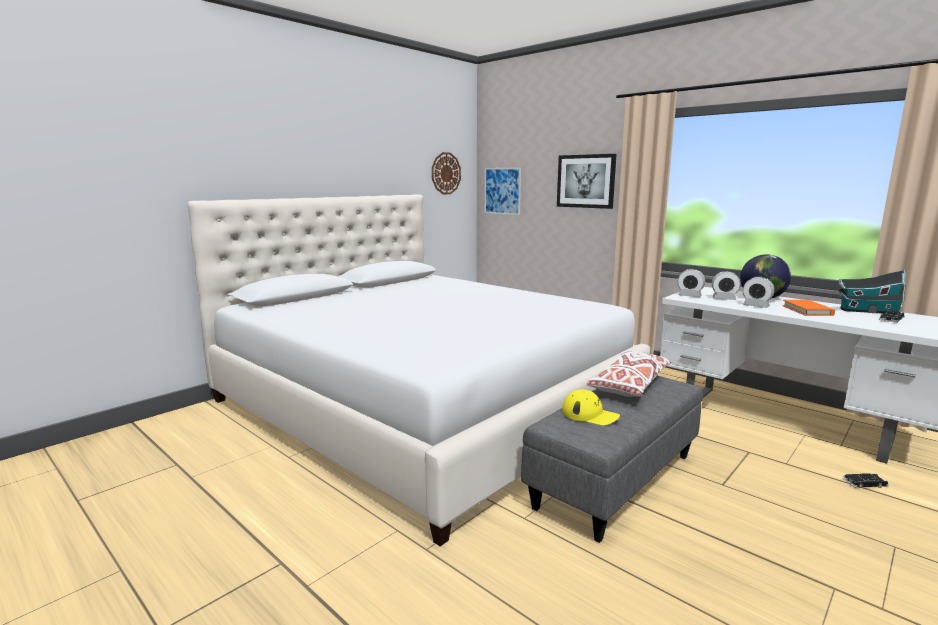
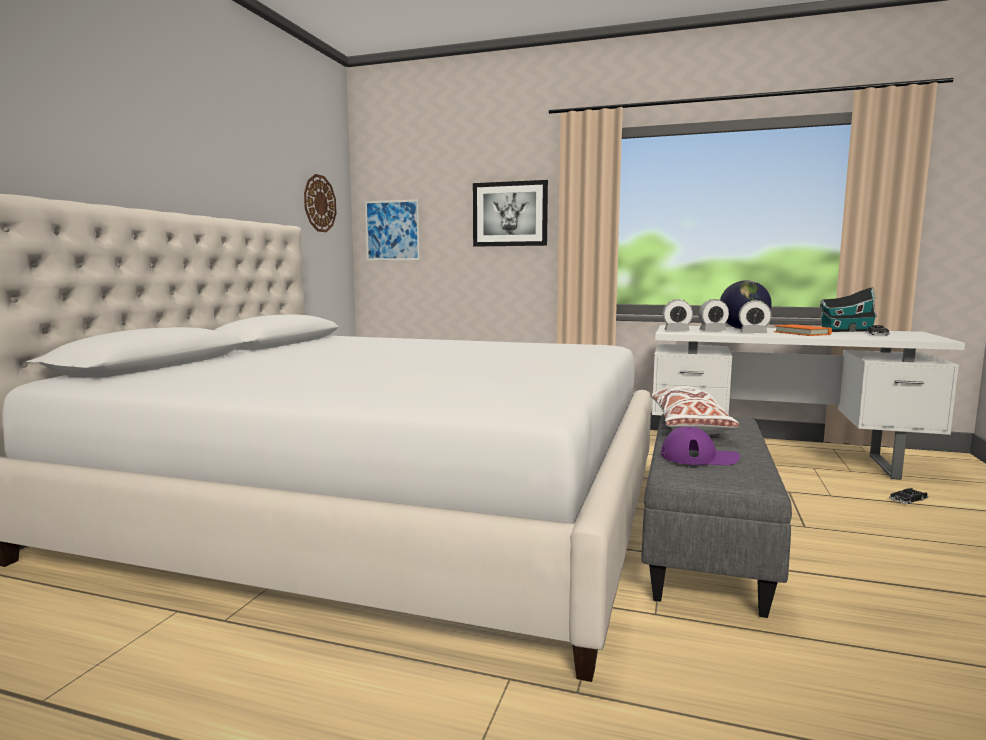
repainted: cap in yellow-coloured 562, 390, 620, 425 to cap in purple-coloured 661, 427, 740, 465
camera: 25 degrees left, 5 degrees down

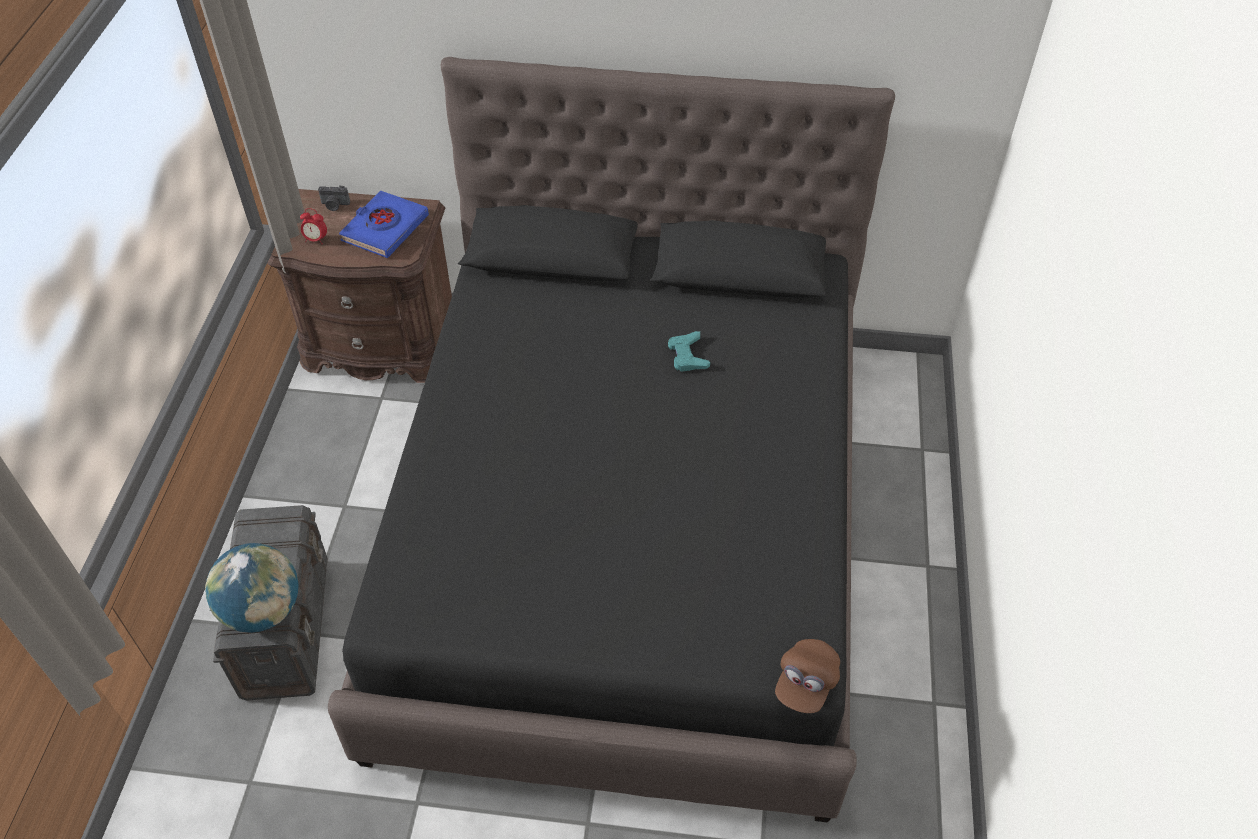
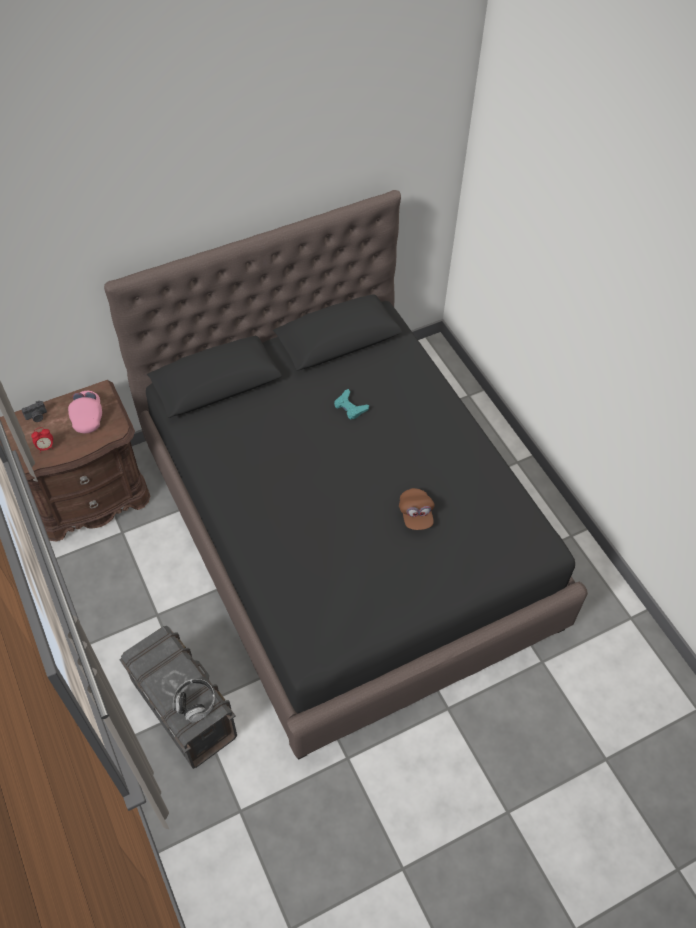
shifted: cap in brownish 775, 639, 840, 713 to 399, 488, 434, 530
swapped: volume in blue-coloured 339, 190, 429, 258 to cap in pink-coloured 68, 391, 102, 433; globe 205, 543, 299, 633 to headset 173, 679, 215, 723
camera: 35 degrees left, 5 degrees up

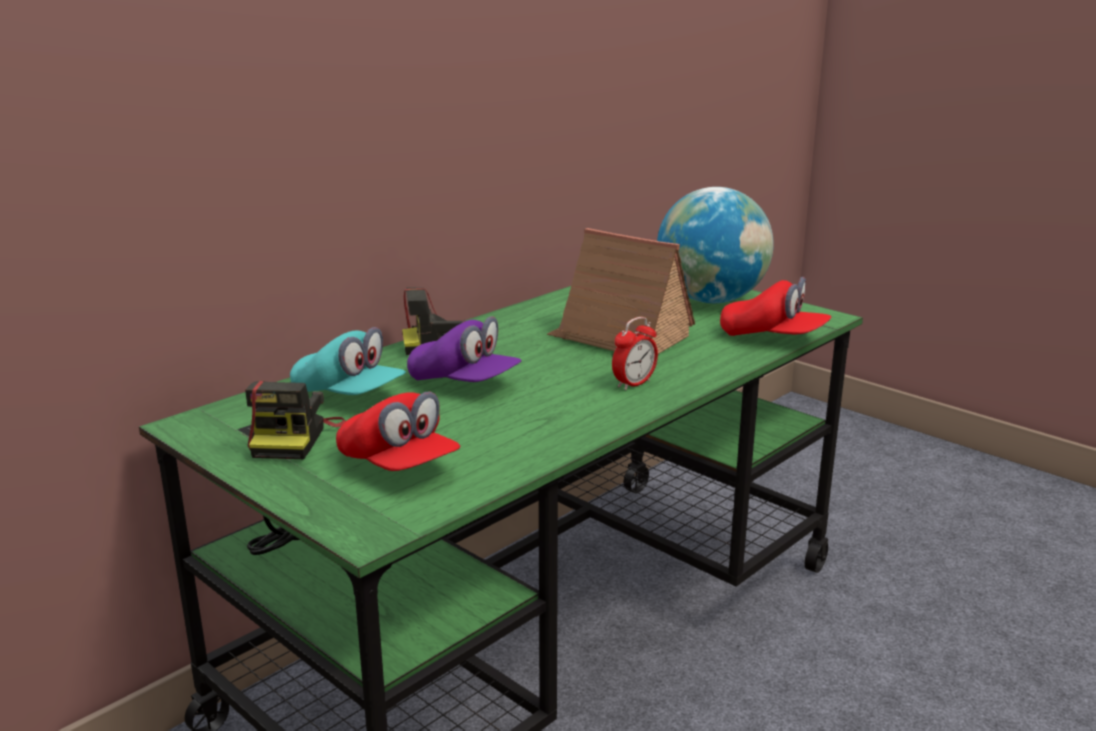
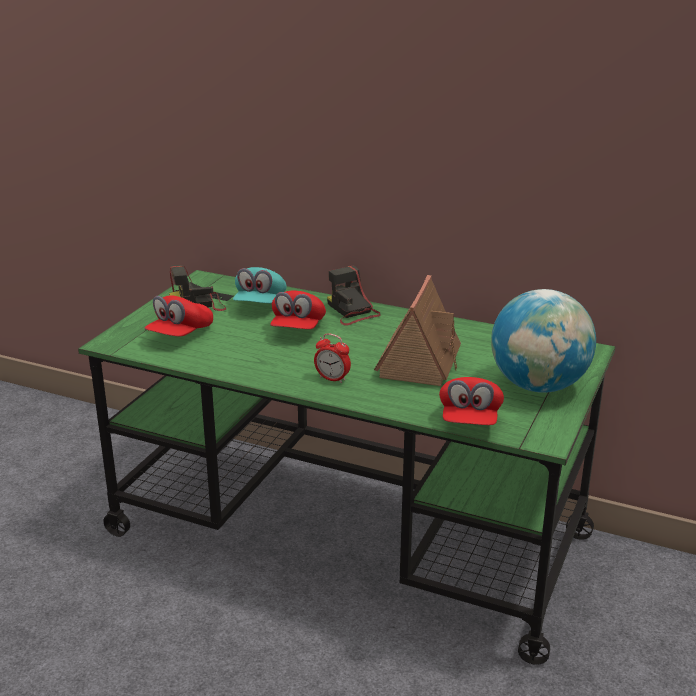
repainted: cap in purple-coloured 407, 316, 522, 382 to cap in reddish 270, 291, 326, 329
camera: 70 degrees right, 5 degrees up

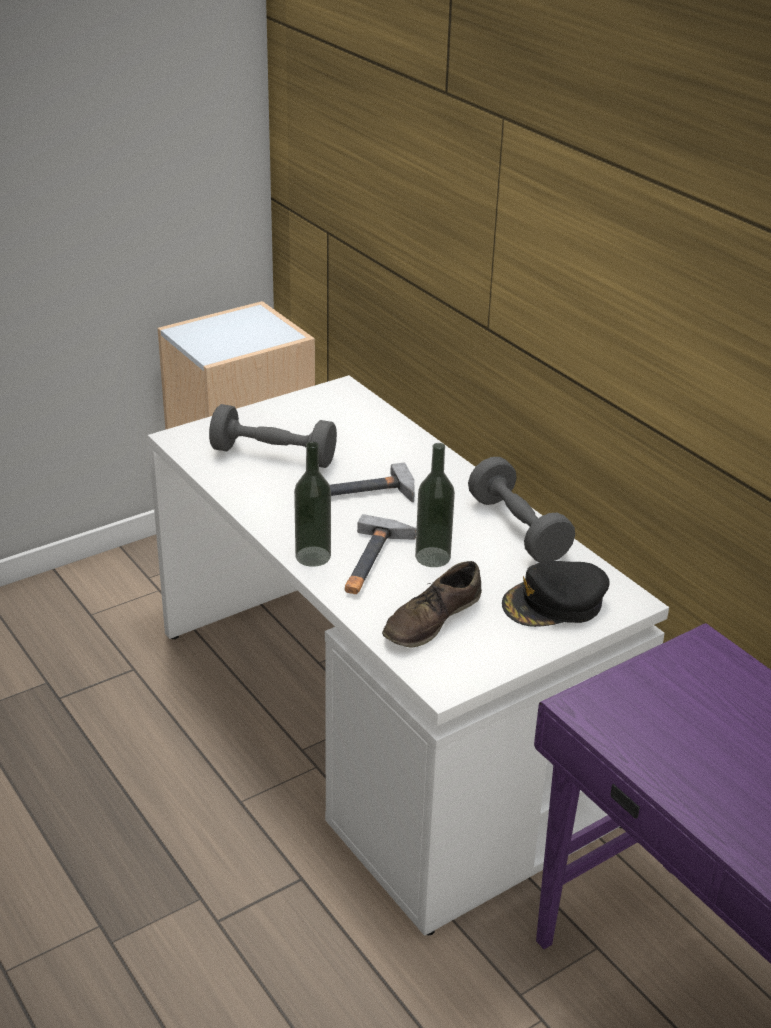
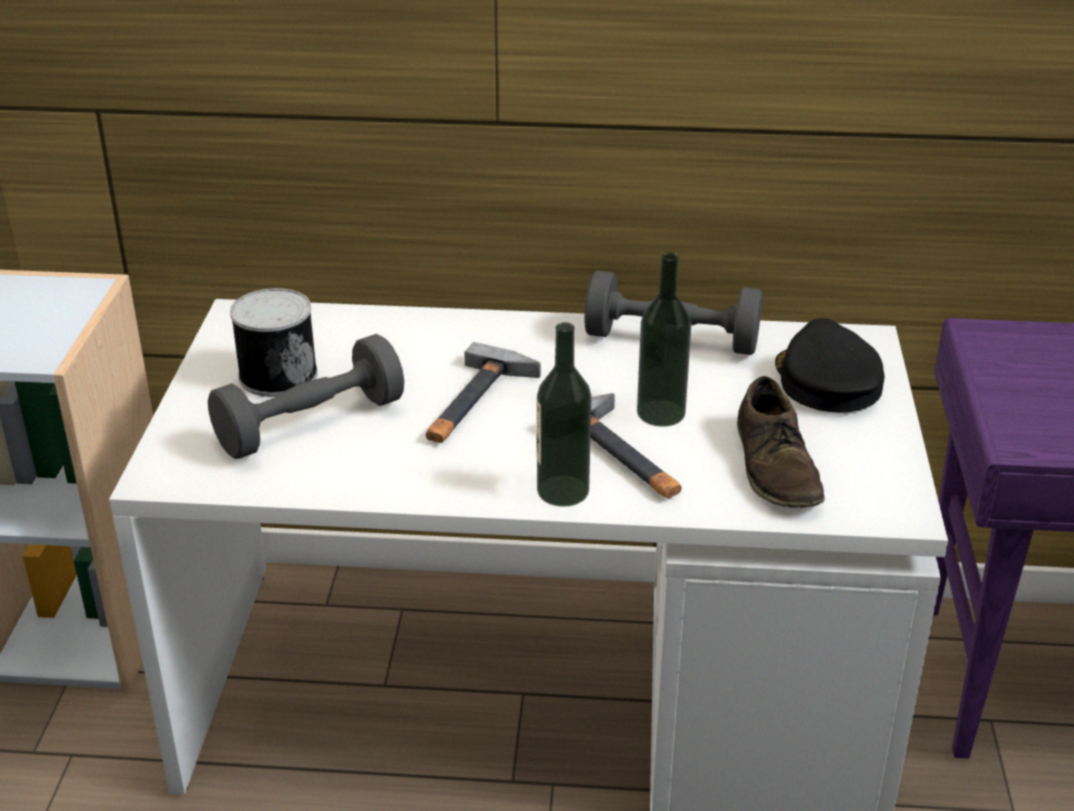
new: metal can 230, 288, 318, 397
rotated: cap in black-coloured 502, 561, 610, 627 = 775, 318, 885, 412 150 degrees clockwise
camera: 50 degrees left, 0 degrees up

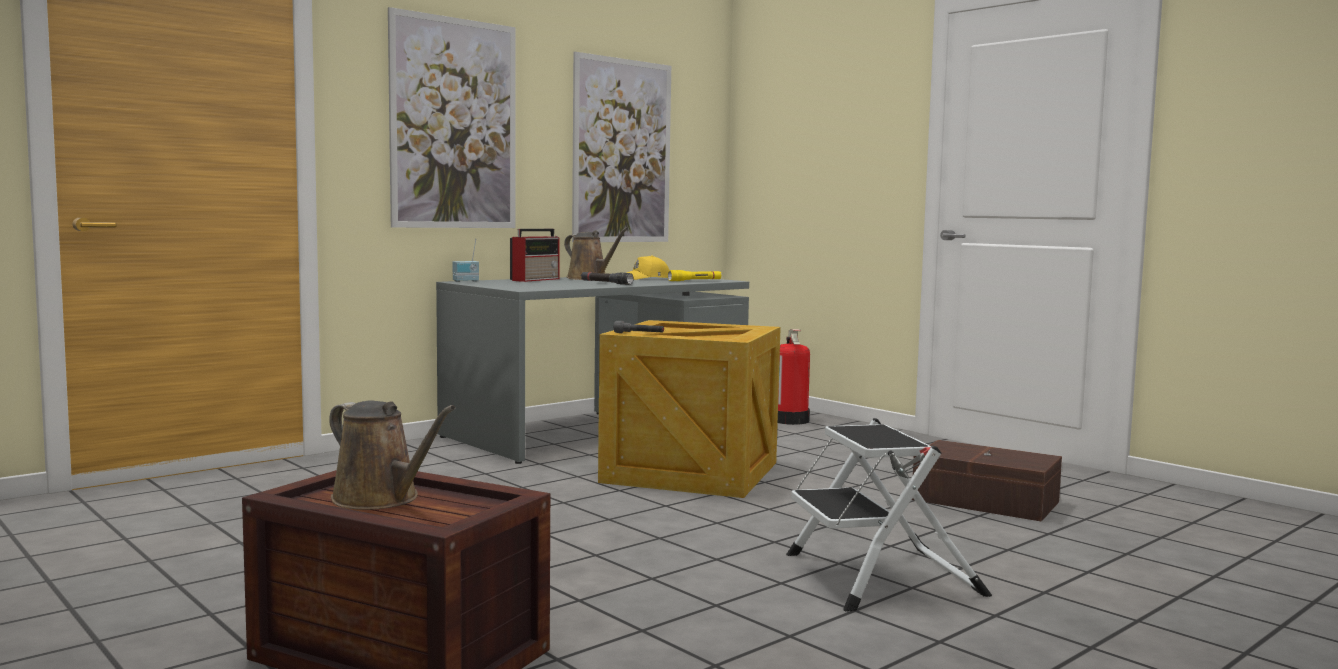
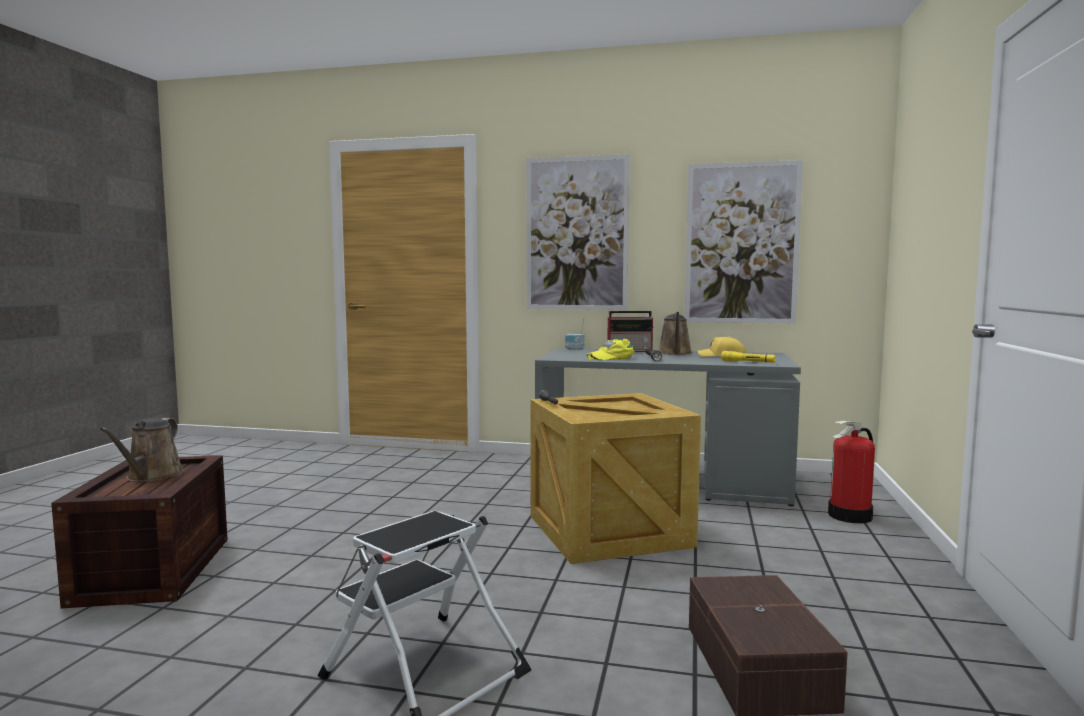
new: cap in yellow-coloured 587, 338, 635, 360
camera: 55 degrees right, 0 degrees up

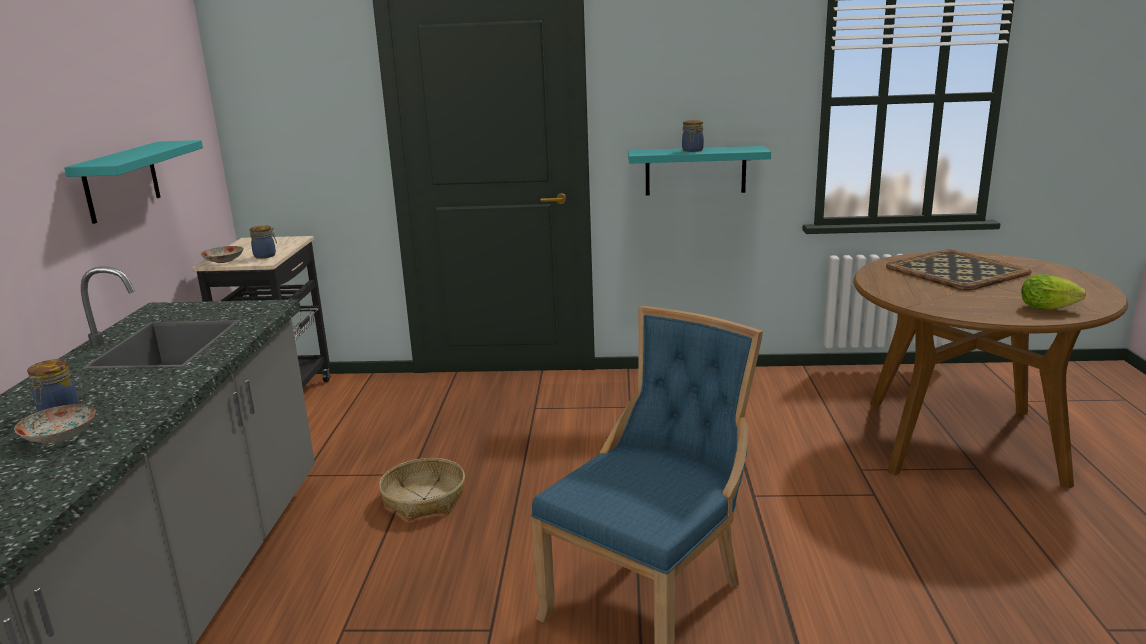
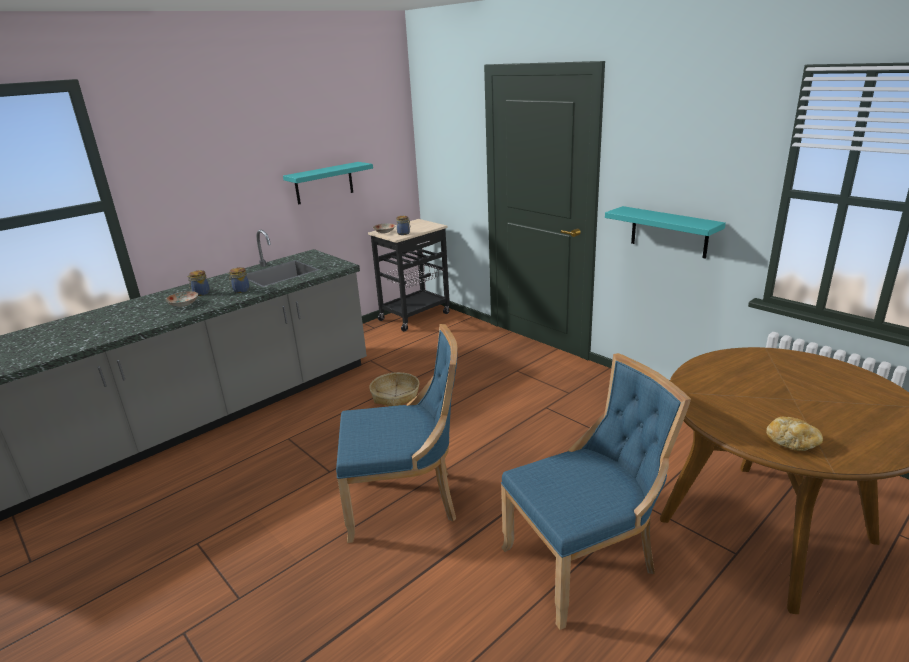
gone: tray 886, 250, 1032, 291
new: plain chair in blue-coloured 501, 353, 691, 630
shifted: jar 682, 120, 704, 152 to 228, 267, 250, 293
swapped: lettuce 1021, 274, 1086, 310 to bakery bread 766, 417, 823, 451
camera: 45 degrees right, 5 degrees up

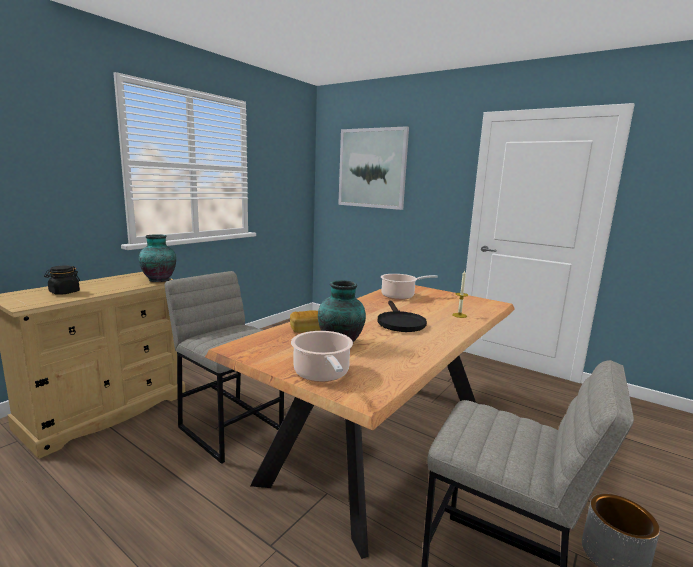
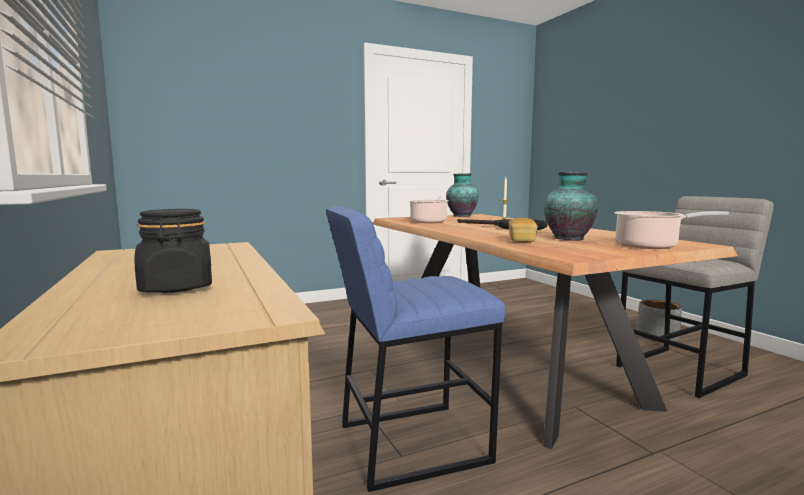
gone: wall picture 338, 126, 409, 210
shifted: vase 139, 234, 176, 282 to 446, 173, 479, 217
repainted: plain chair in greyish 165, 271, 284, 464 to plain chair in blue-coloured 326, 206, 506, 492
camera: 60 degrees left, 5 degrees down

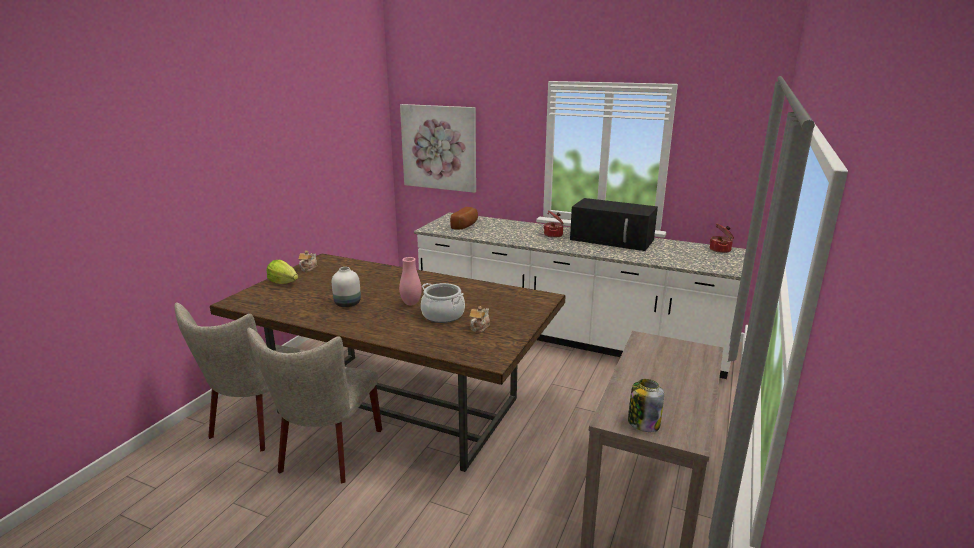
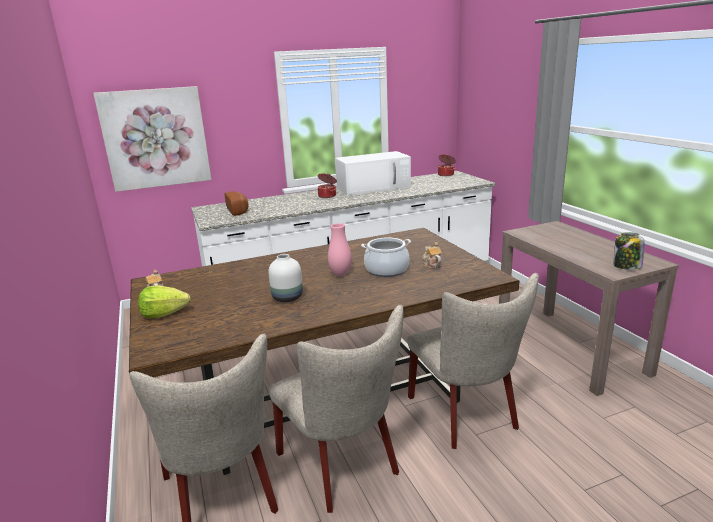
new: plain chair in beige 408, 273, 539, 449
repainted: microwave in black-coloured 570, 198, 658, 251 to microwave in whitish 335, 151, 411, 195
camera: 45 degrees left, 0 degrees up

